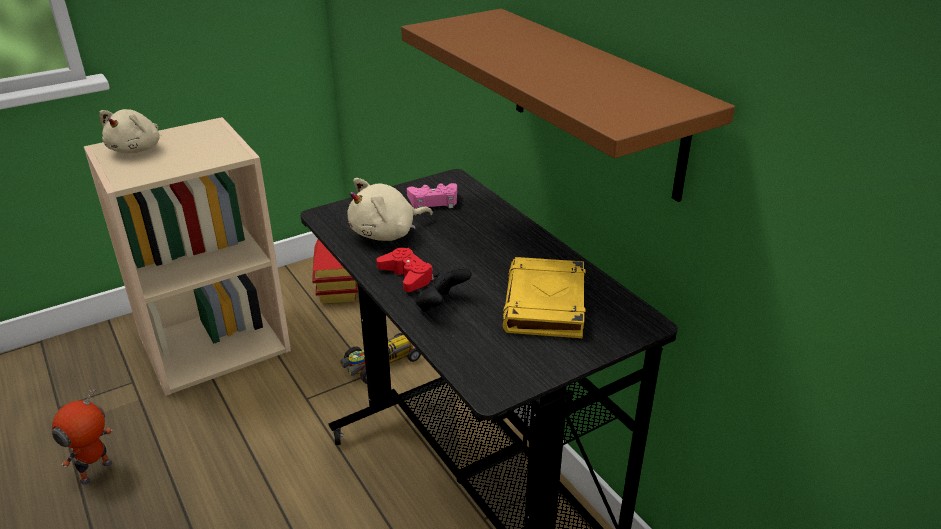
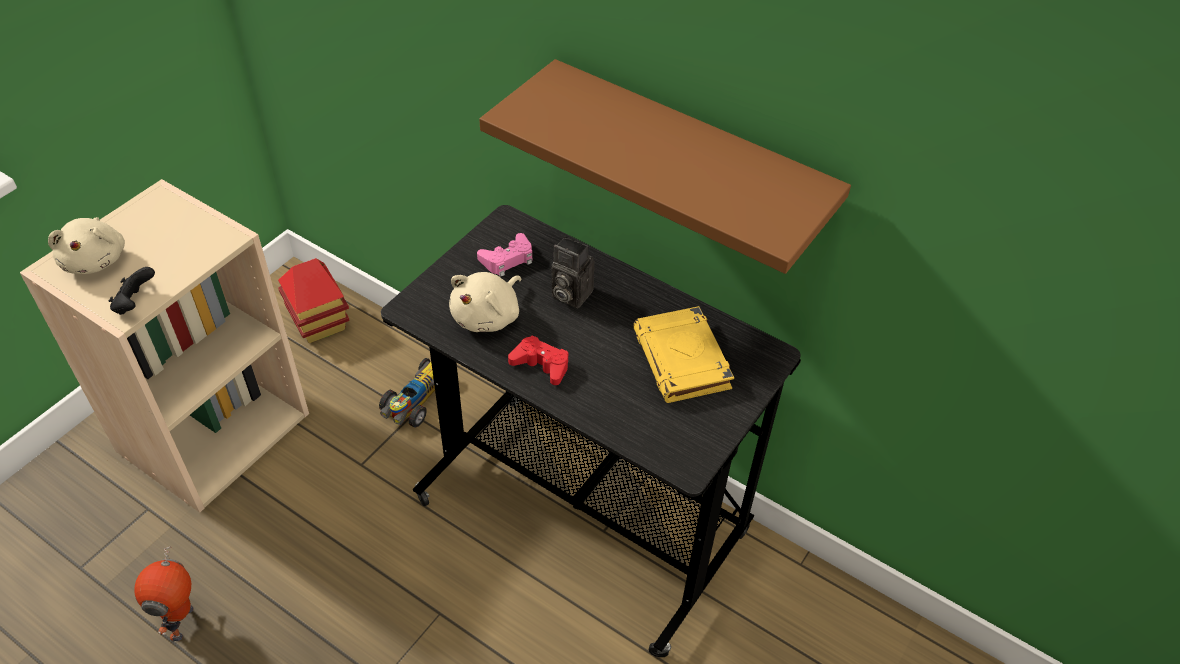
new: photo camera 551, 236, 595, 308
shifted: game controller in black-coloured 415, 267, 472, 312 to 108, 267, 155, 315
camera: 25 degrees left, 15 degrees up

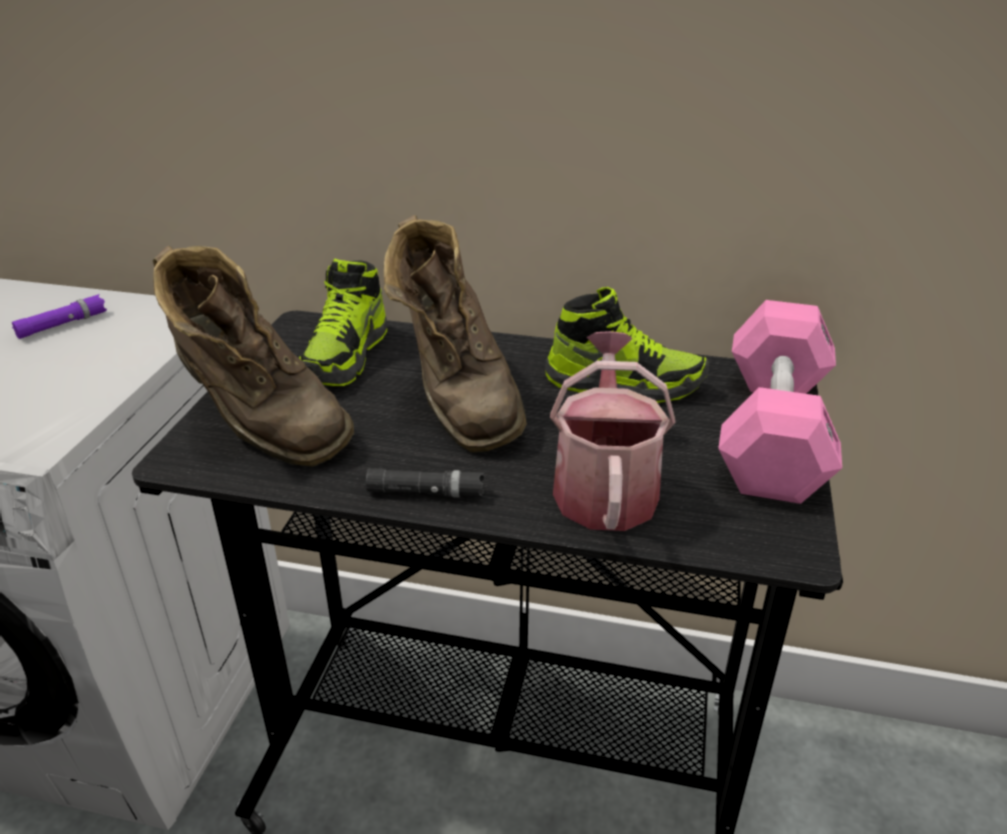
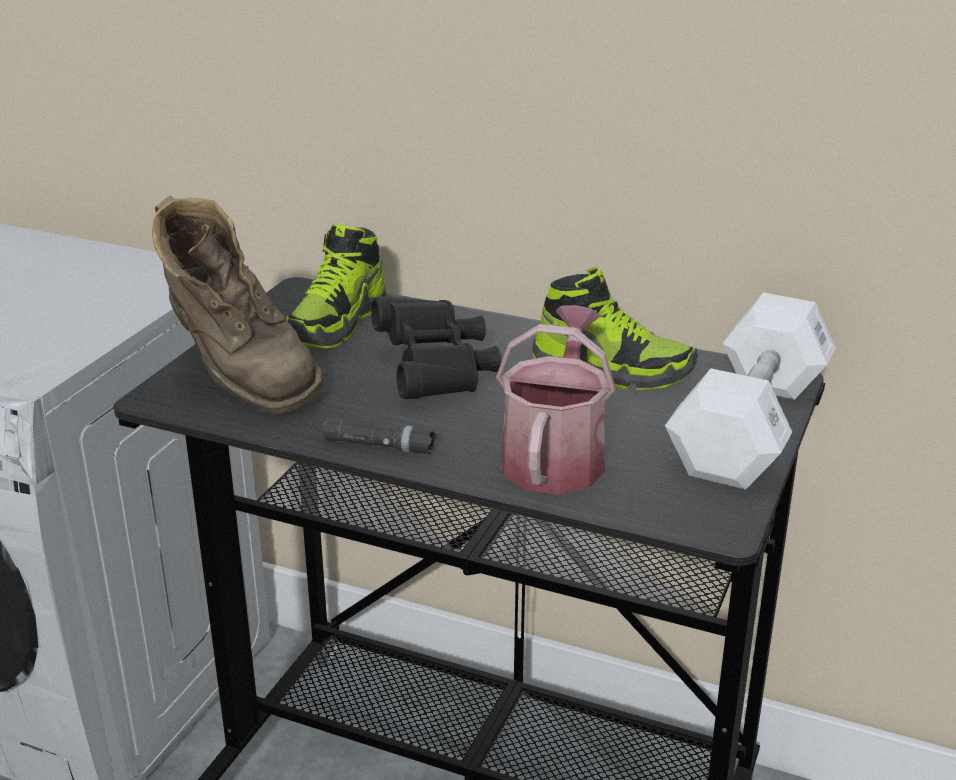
gone: flashlight in purple-coloured 12, 294, 107, 339
swapped: boot in brownish 384, 215, 527, 452 to binoculars in black-coloured 371, 296, 501, 399
repainted: dumbbell in pink-coloured 718, 300, 842, 504 to dumbbell in whitish 665, 293, 836, 490
camera: 10 degrees right, 5 degrees down

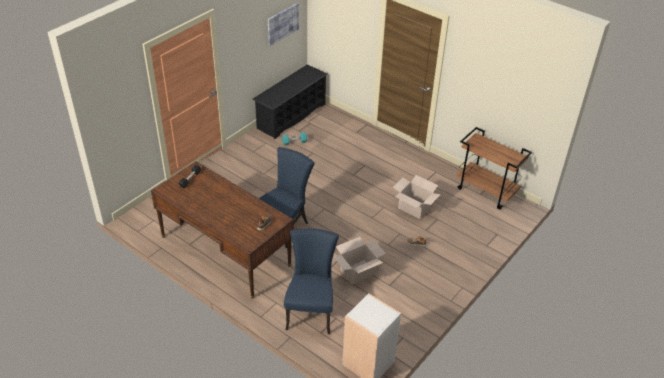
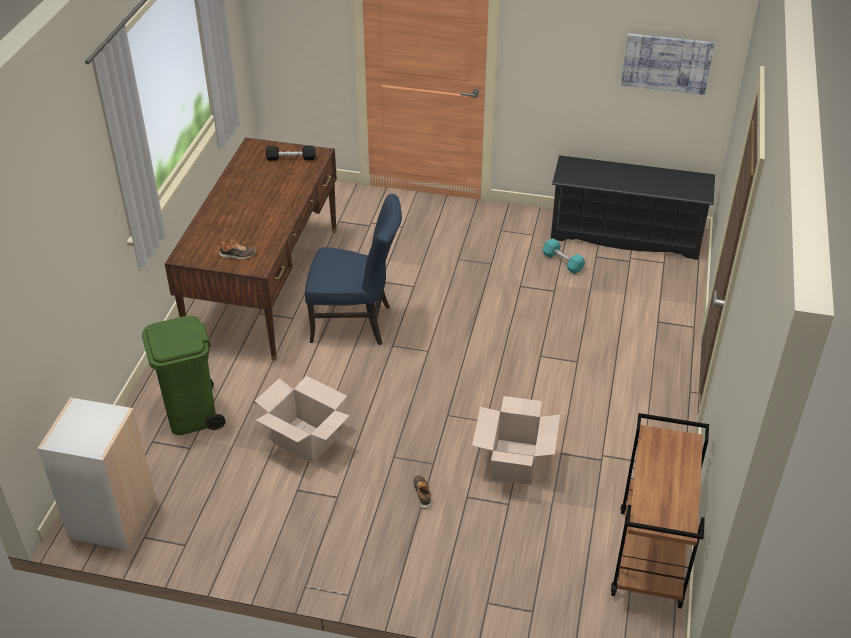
swapped: plain chair in blue-coloured 284, 229, 339, 334 to rubbish bin in green 142, 316, 226, 435
camera: 65 degrees right, 0 degrees up

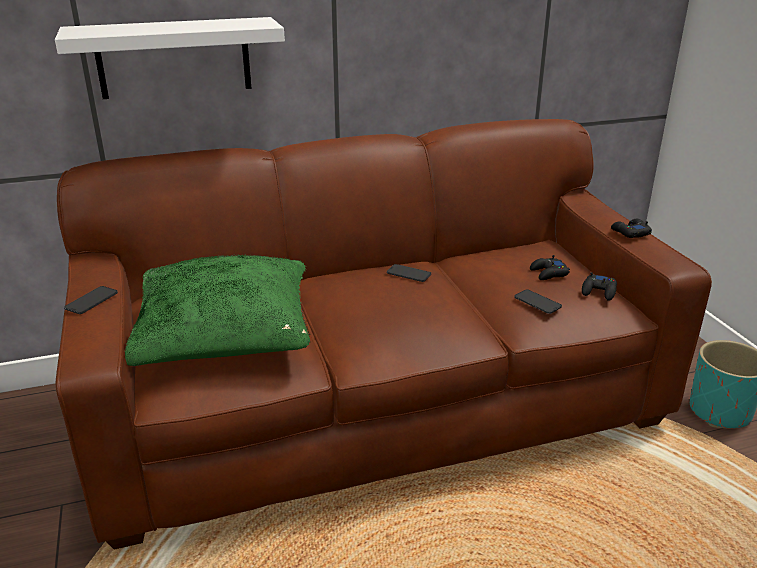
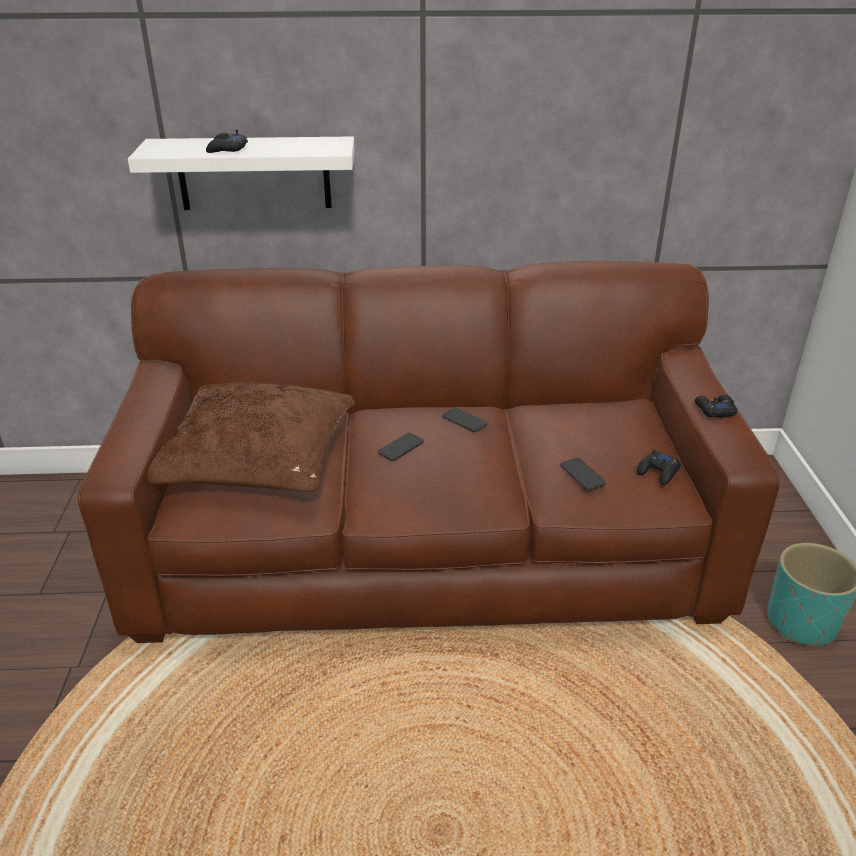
shifted: game controller in black-coloured 530, 255, 570, 280 to 206, 130, 248, 153; handset 64, 286, 118, 314 to 378, 433, 424, 461
repainted: throw pillow in green 125, 255, 310, 366 to throw pillow in brownish 147, 381, 354, 492
camera: 15 degrees right, 5 degrees up

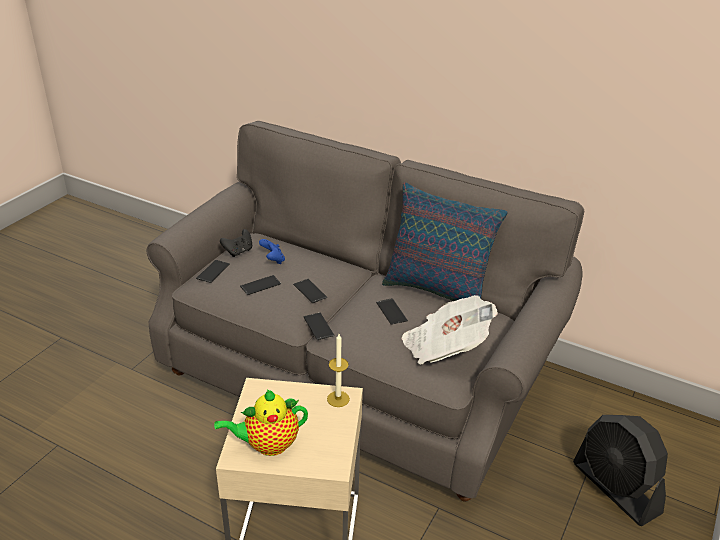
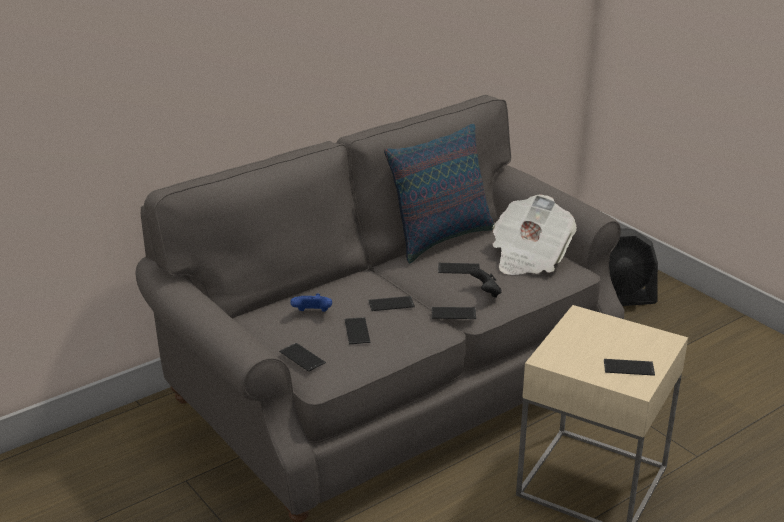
gone: wax candle 327, 334, 350, 407
shifted: game controller in black-coloured 220, 229, 253, 257 to 469, 267, 501, 298
swapped: pot for tea 214, 390, 308, 456 to handset 604, 359, 655, 376
camera: 65 degrees left, 5 degrees down

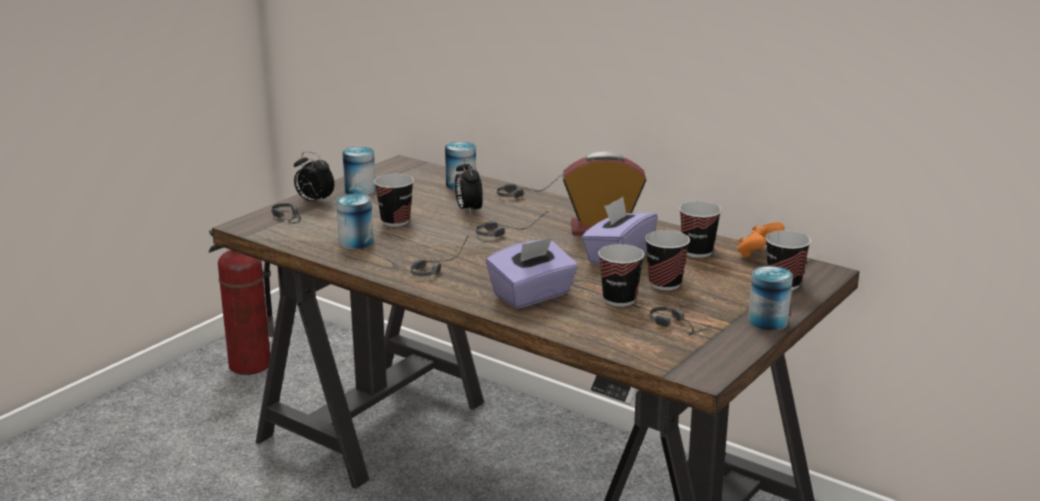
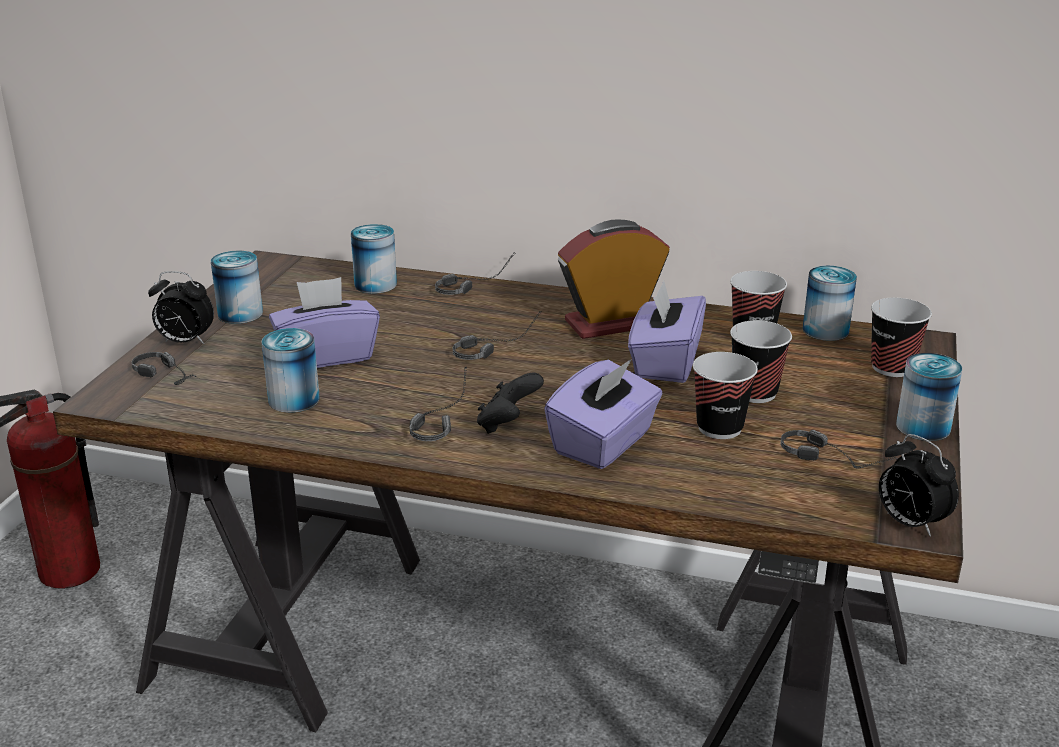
new: game controller in black-coloured 477, 373, 544, 434
shifted: bedside clock 455, 158, 483, 215 to 879, 434, 959, 537
swapped: drinking cup 374, 174, 414, 227 to tissue box in purple-coloured 269, 277, 380, 368; game controller in orangey 737, 222, 784, 258 to metal can 803, 266, 857, 341
camera: 20 degrees left, 5 degrees up

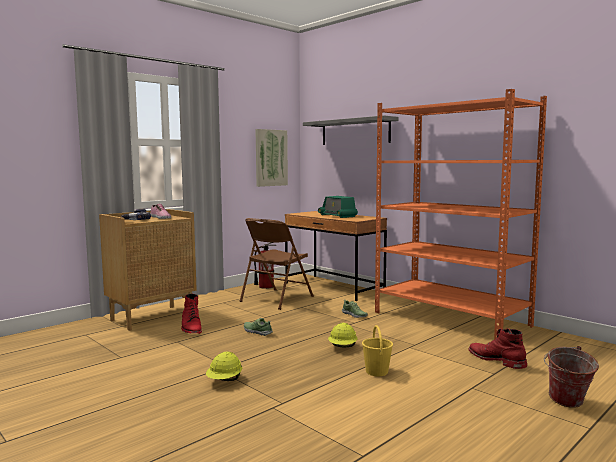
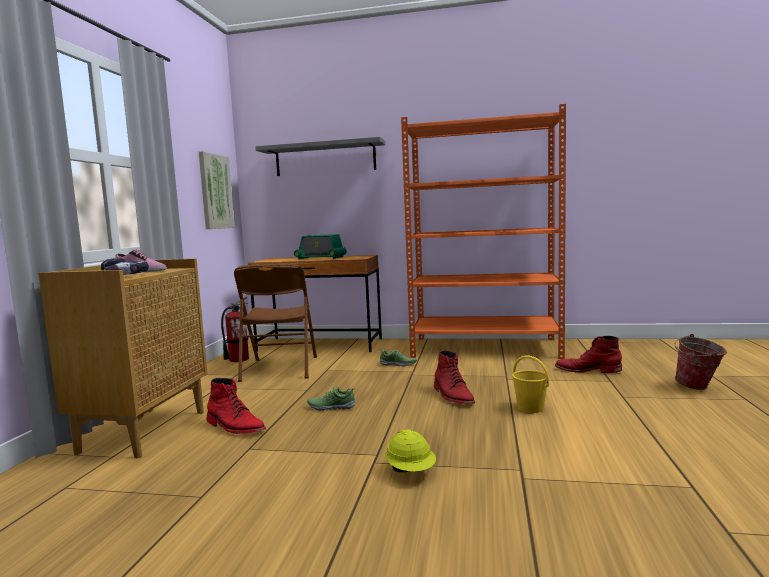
swapped: hard hat in yellow-coloured 328, 323, 357, 348 to boot in reddish 434, 350, 475, 404
camera: 35 degrees left, 0 degrees up

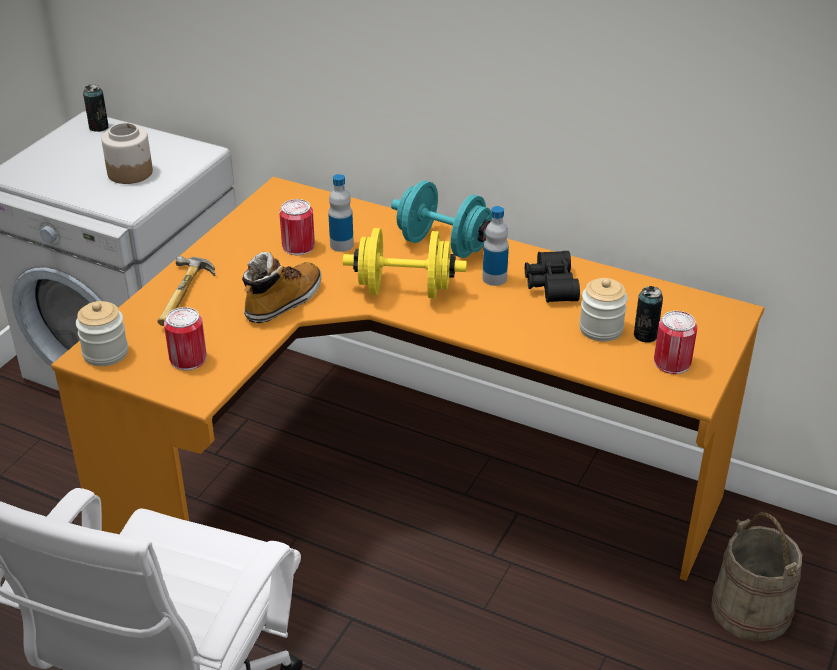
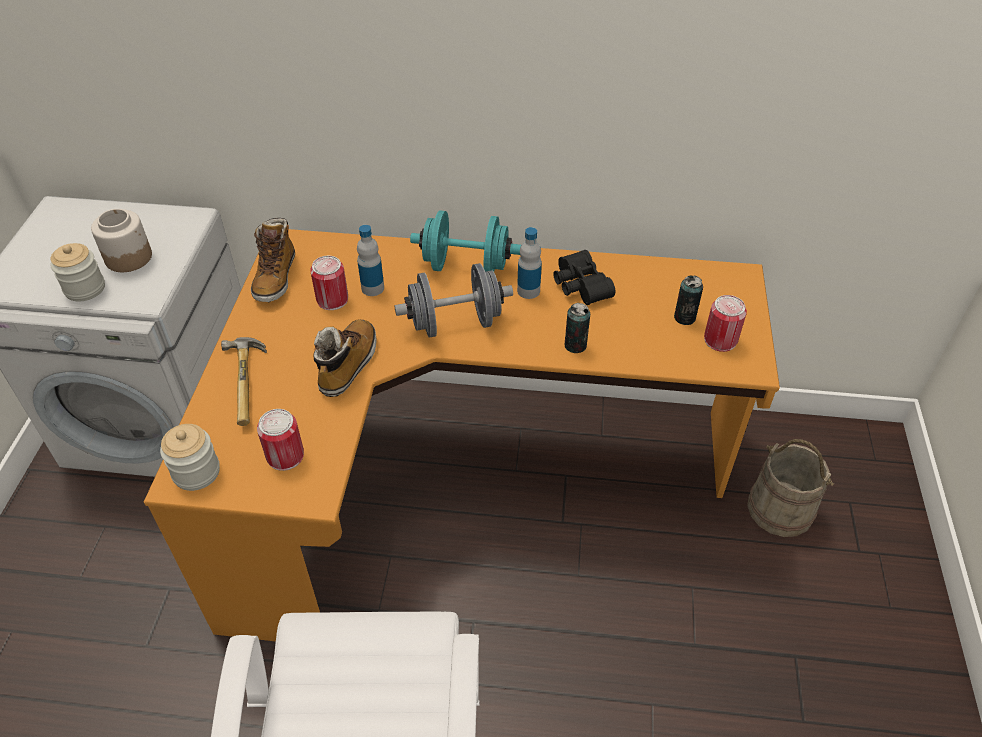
new: boot 251, 218, 295, 302
shifted: jar 579, 278, 628, 341 to 50, 243, 105, 301; metal can 83, 84, 108, 132 to 565, 303, 590, 353
repainted: dumbbell in yellow-coloured 343, 228, 467, 298 to dumbbell in greyish 394, 263, 513, 338
camera: 20 degrees left, 10 degrees up

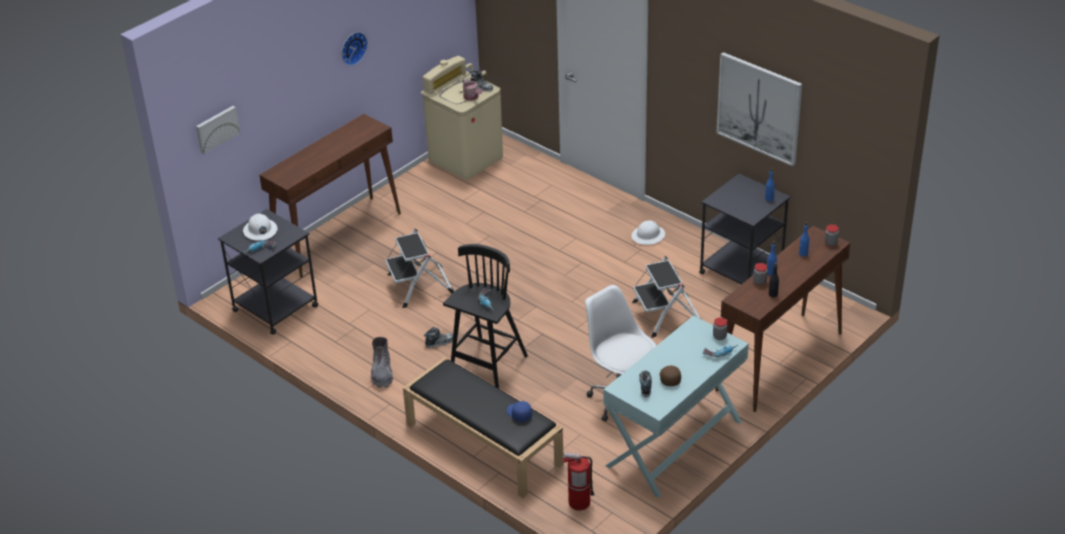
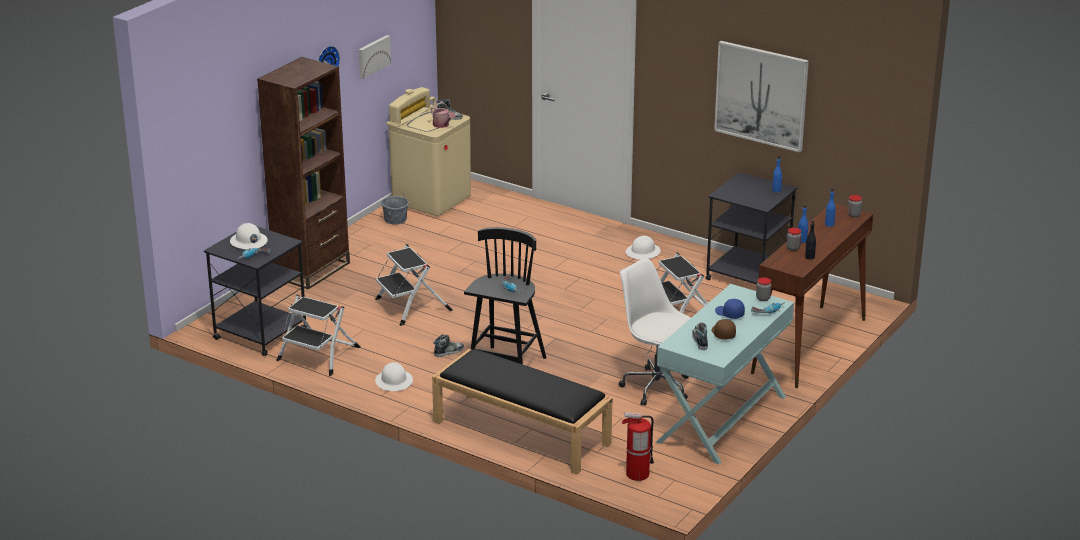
new: step stool 276, 295, 361, 376; bucket in greyish 381, 189, 409, 225
shifted: wall picture 196, 106, 240, 154 to 359, 35, 391, 79; cap in blue-coloured 506, 401, 532, 422 to 715, 299, 745, 319
swapped: hall table in brownish 259, 114, 401, 278 to bookshelf in brownish 257, 57, 350, 289; boot in greyish 371, 337, 393, 388 to hard hat in whitish 375, 362, 413, 391
camera: 10 degrees left, 10 degrees down

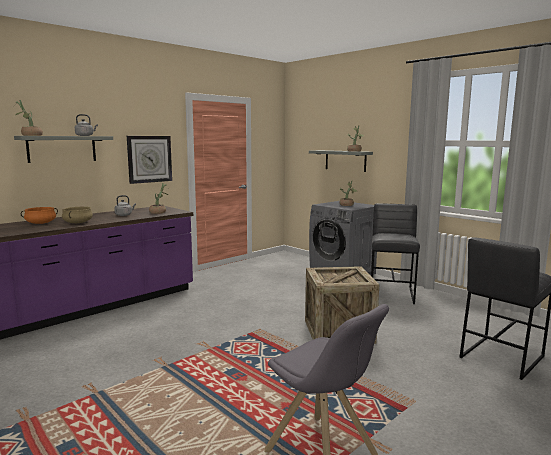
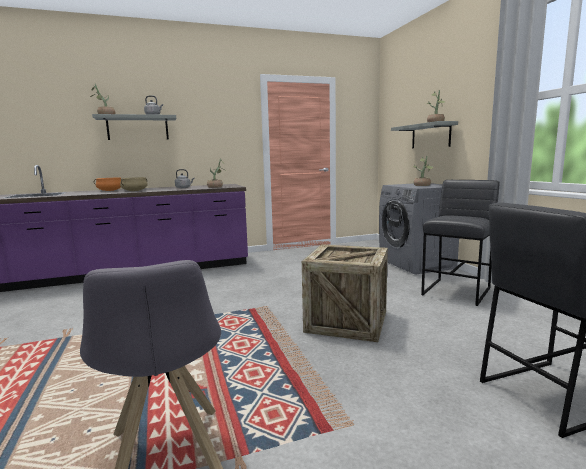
gone: hanging clock 127, 136, 172, 184
camera: 25 degrees right, 0 degrees up

